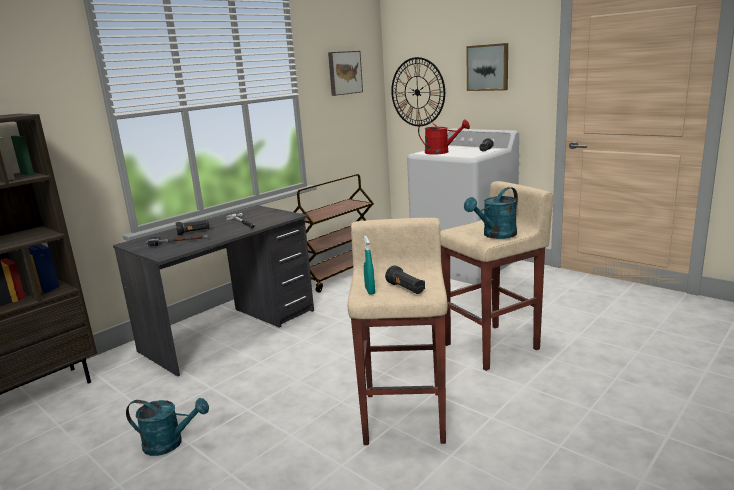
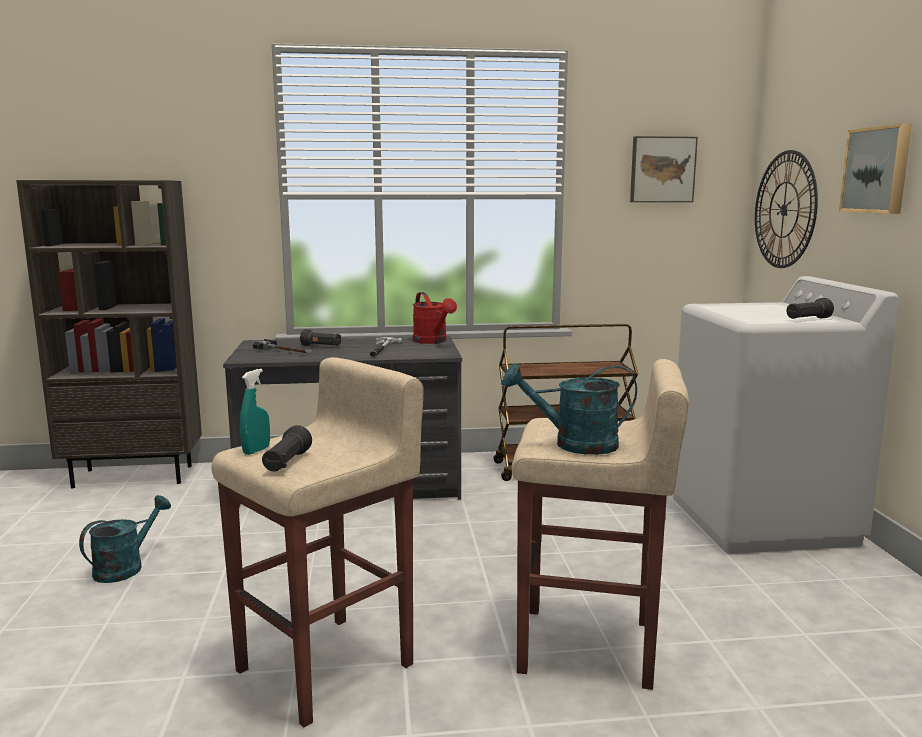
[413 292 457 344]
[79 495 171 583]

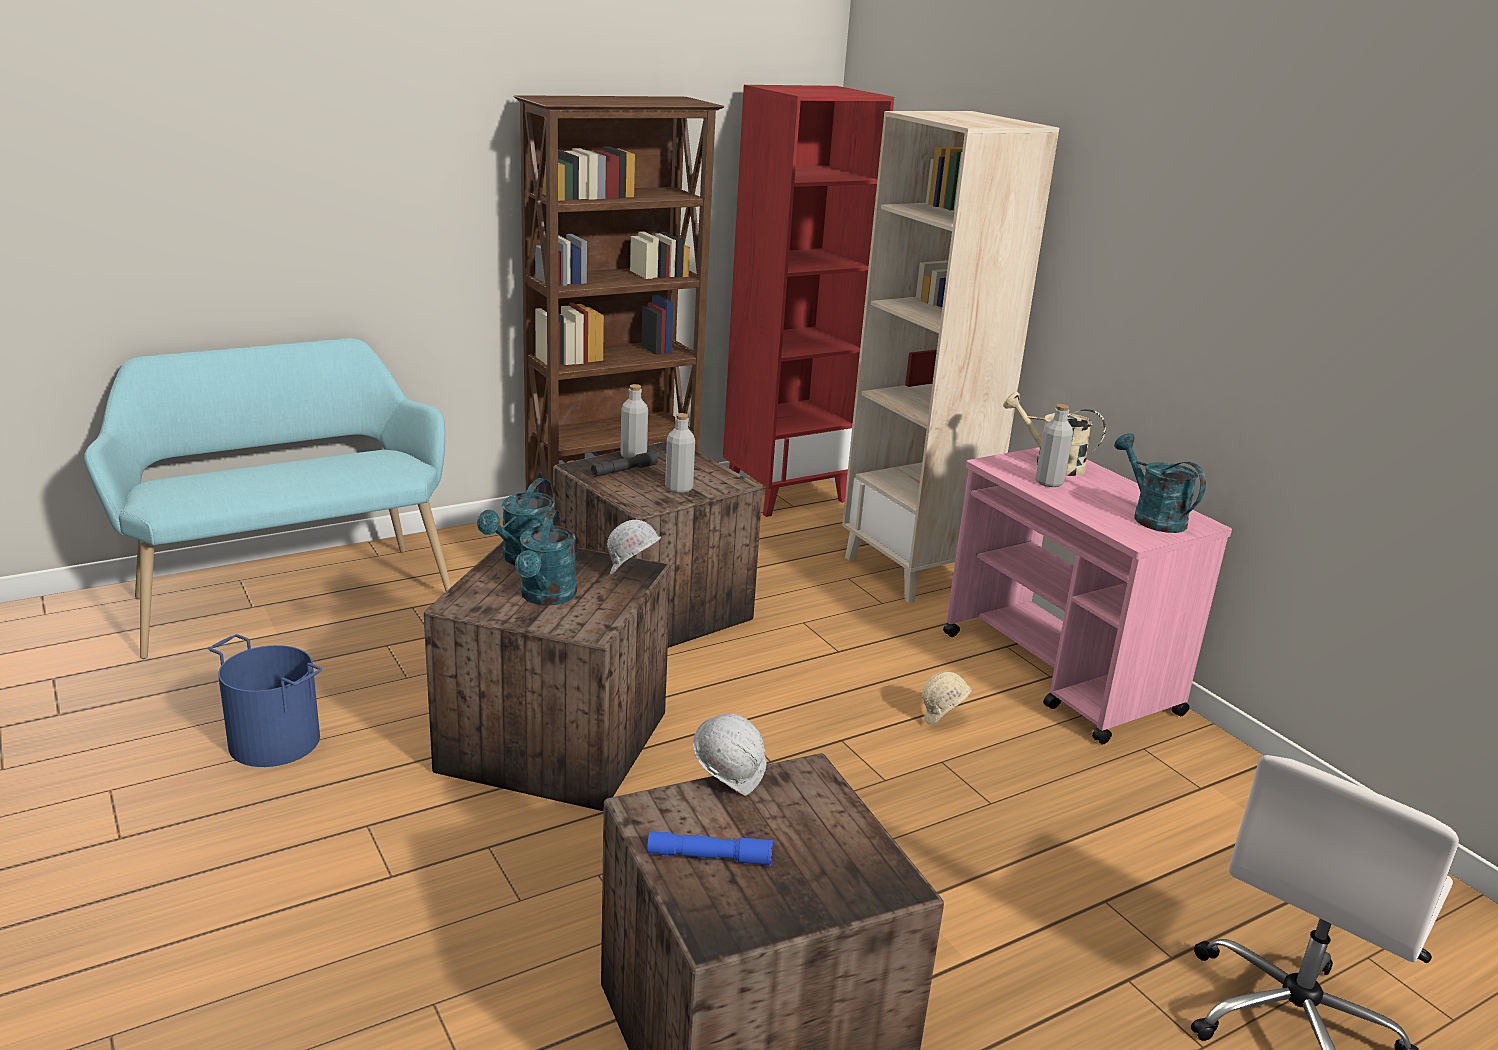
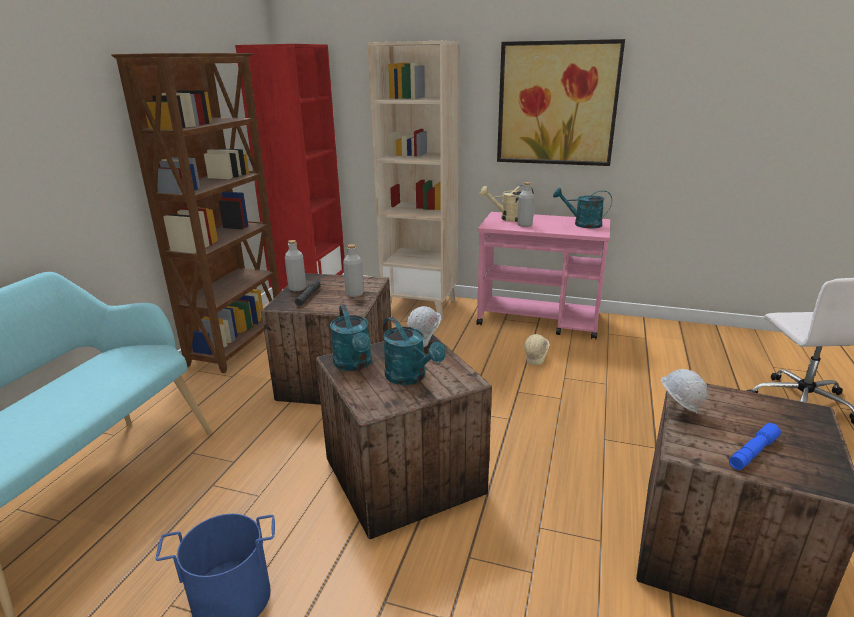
[497 39 625 166]

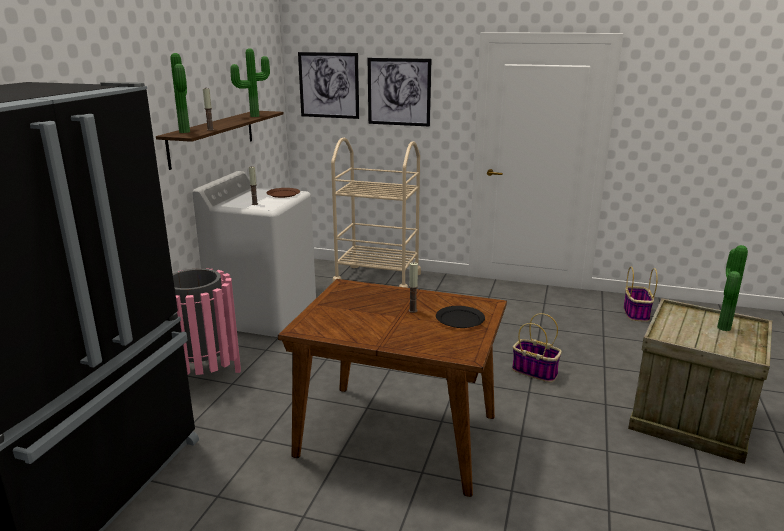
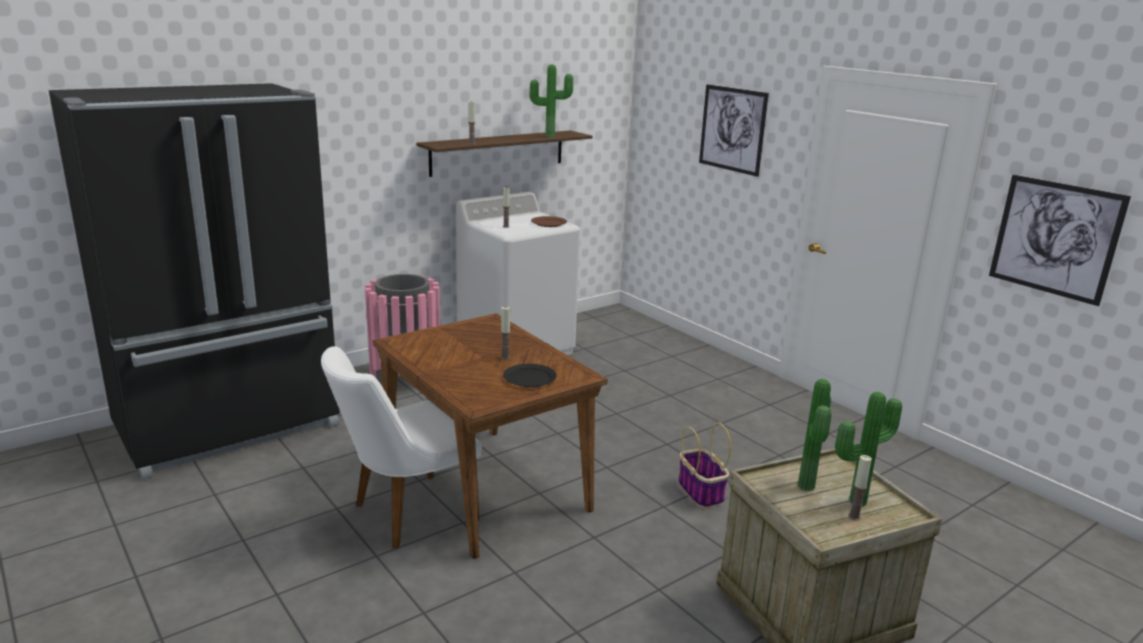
[331 138 421 288] (first image)
[624 267 658 322] (first image)
[321 346 482 549]
[848 455 872 521]
[798 379 831 491]
[989 175 1131 306]

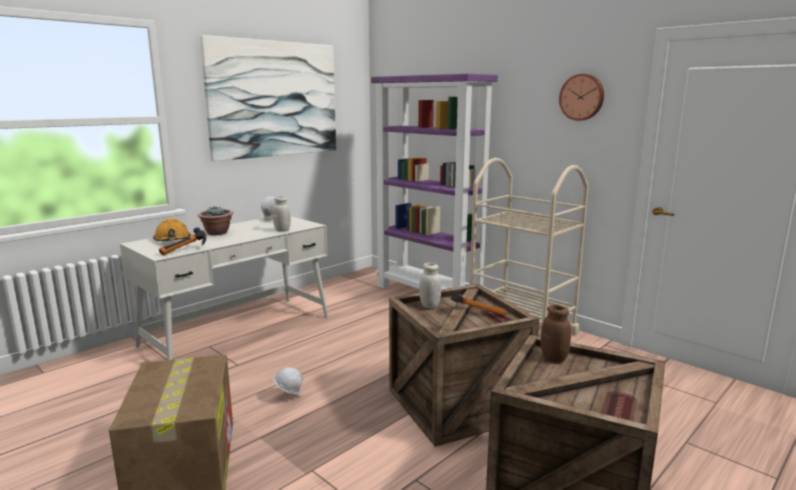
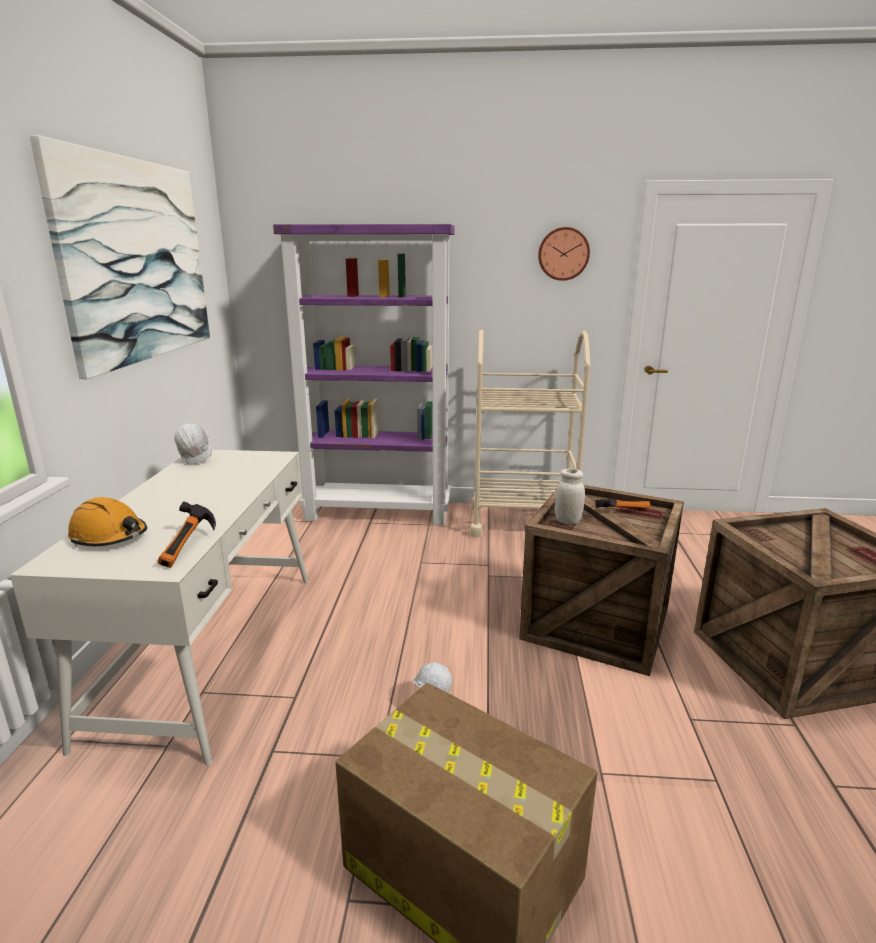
[198 207 233 235] (first image)
[273 197 291 232] (first image)
[541 305 571 362] (first image)

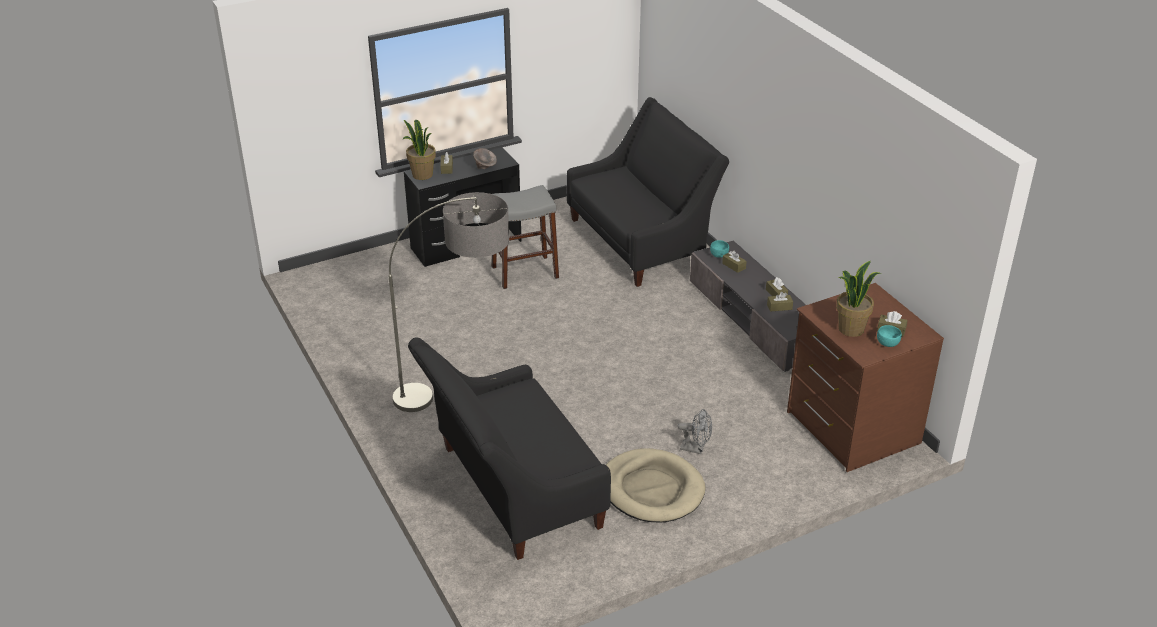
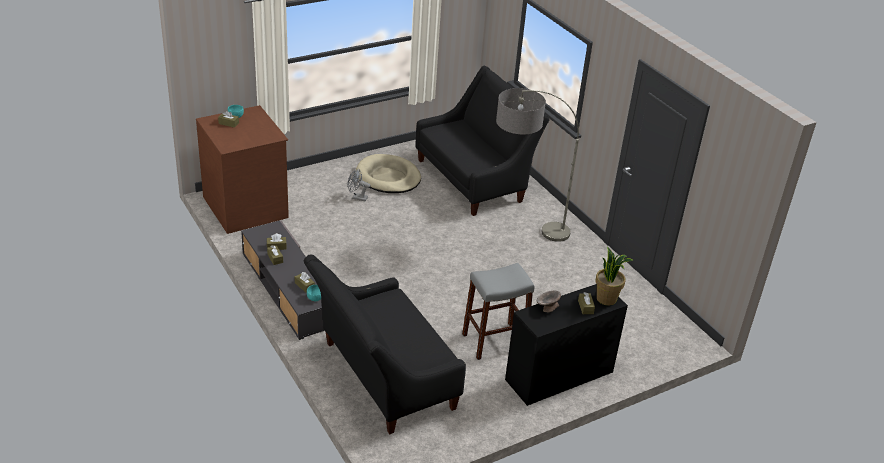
[836 261 881 337] (first image)

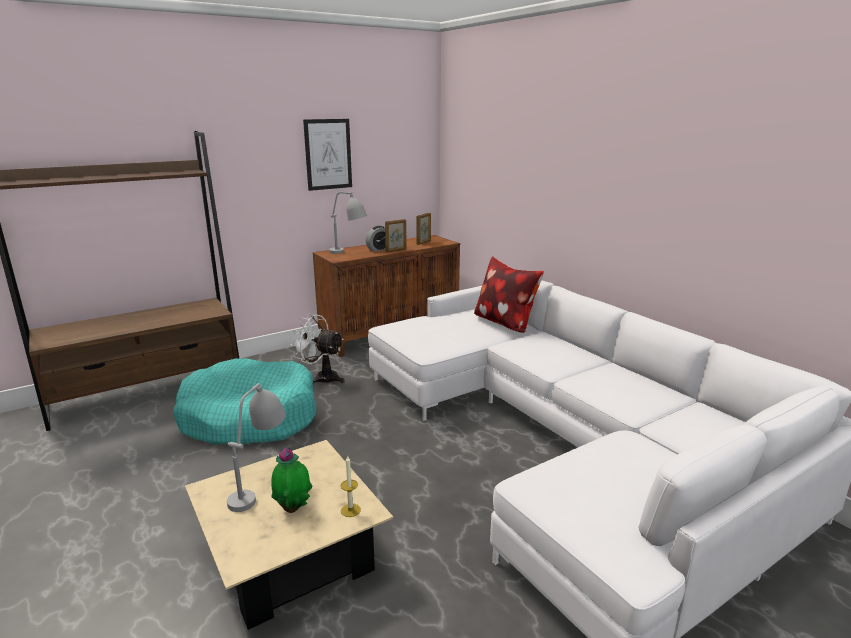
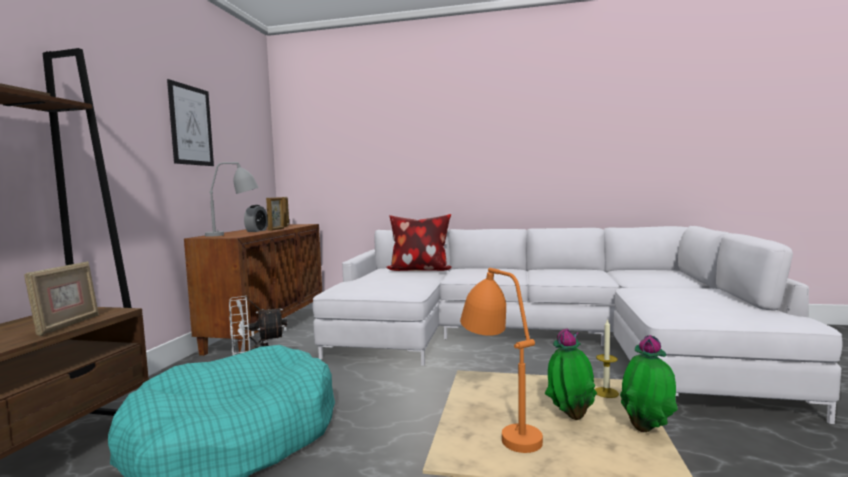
[24 261 99 337]
[620 335 678 432]
[460 268 543 453]

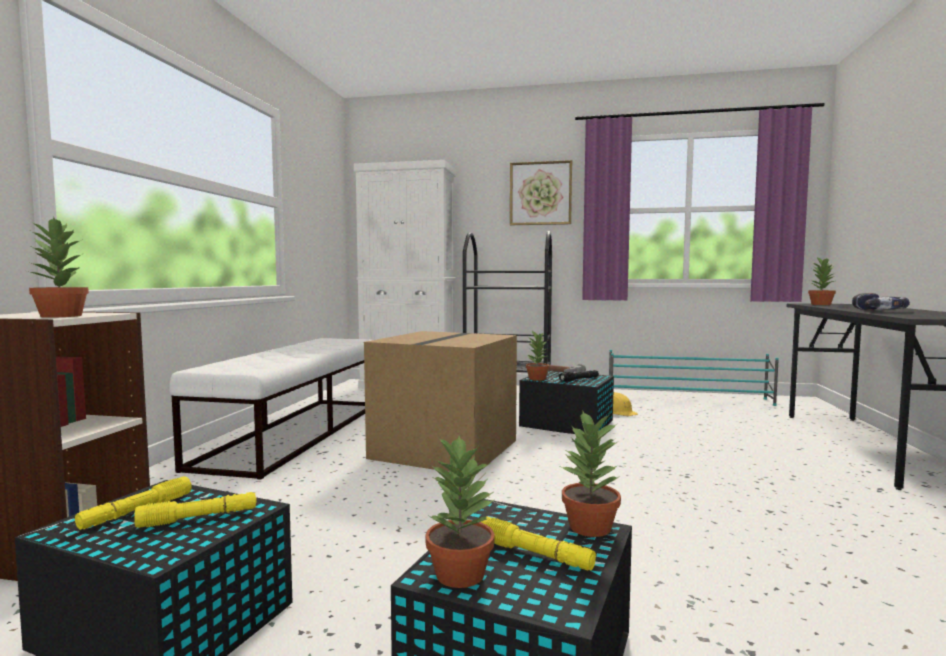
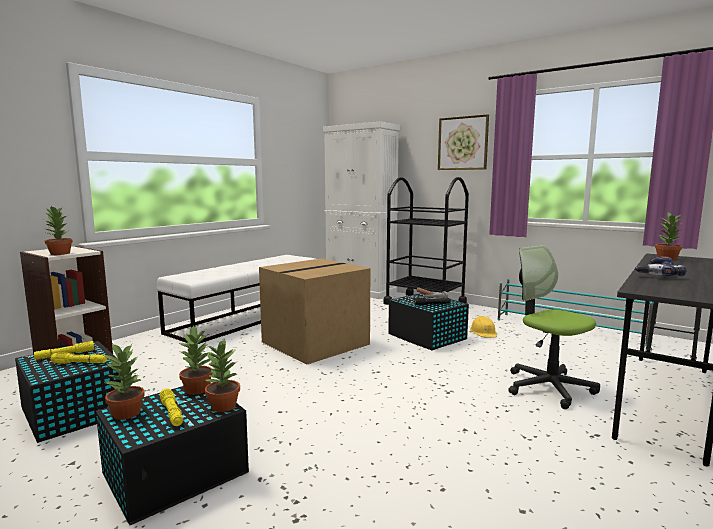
[508 245 600 409]
[179 325 213 395]

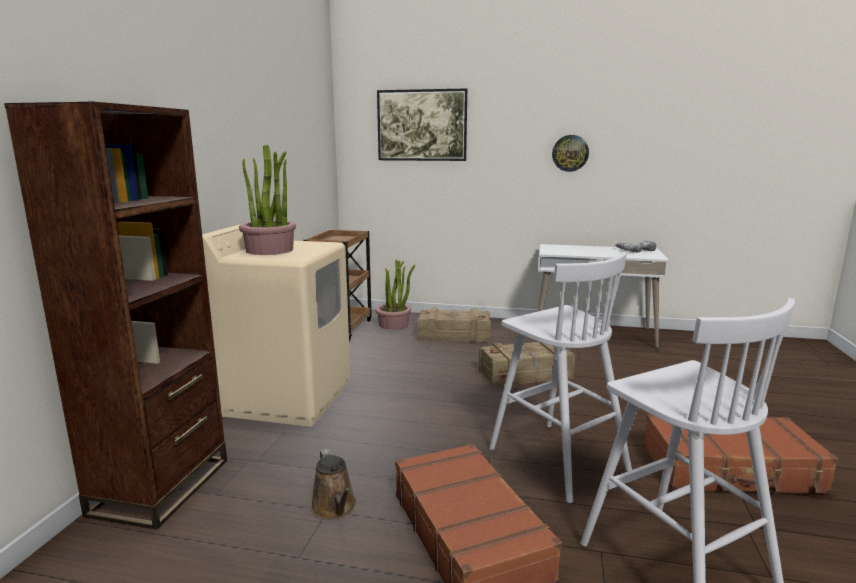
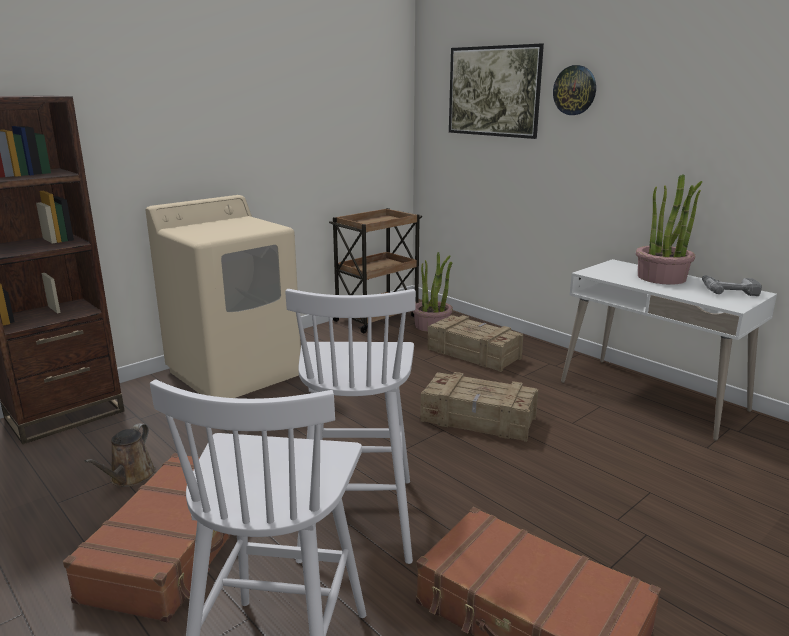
[636 174 702 285]
[553 65 596 115]

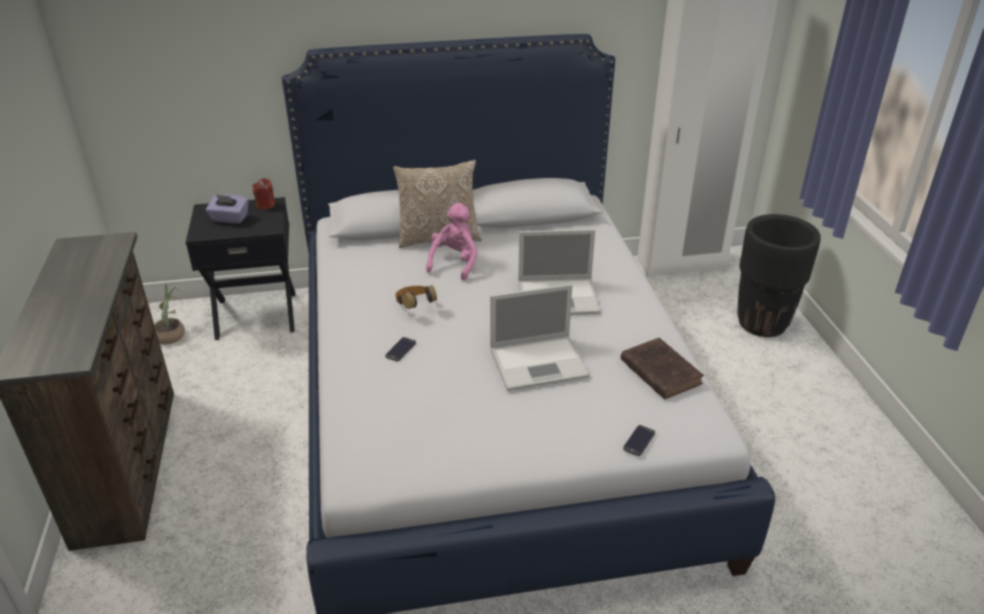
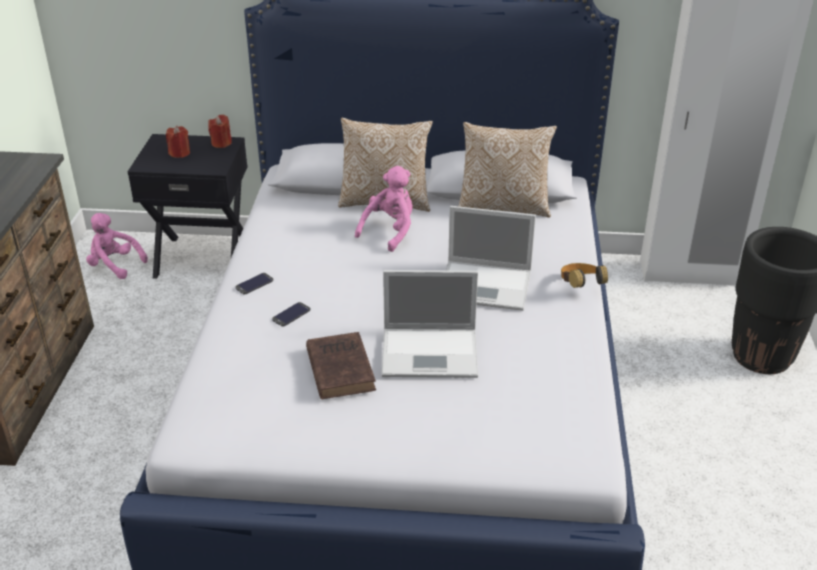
[458 122 557 218]
[561 263 608 288]
[306 332 376 399]
[235 273 273 294]
[86 213 148 279]
[166 126 190 158]

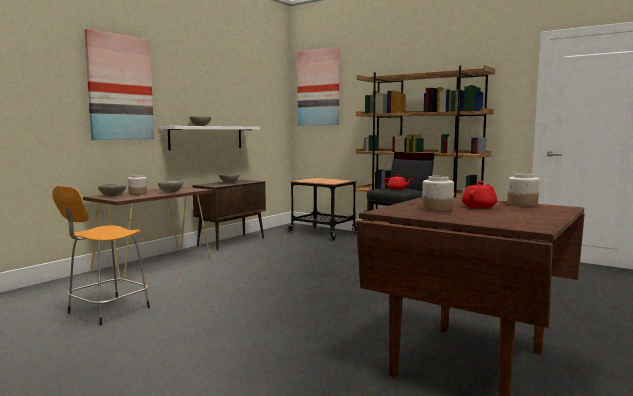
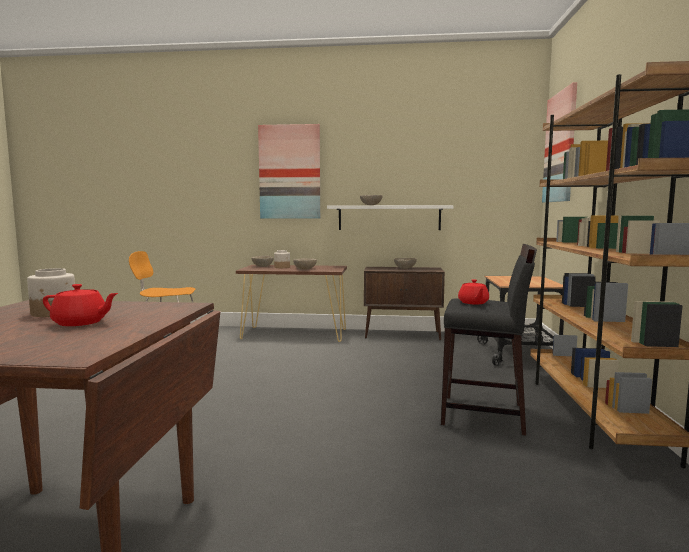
[507 173 540 207] (first image)

